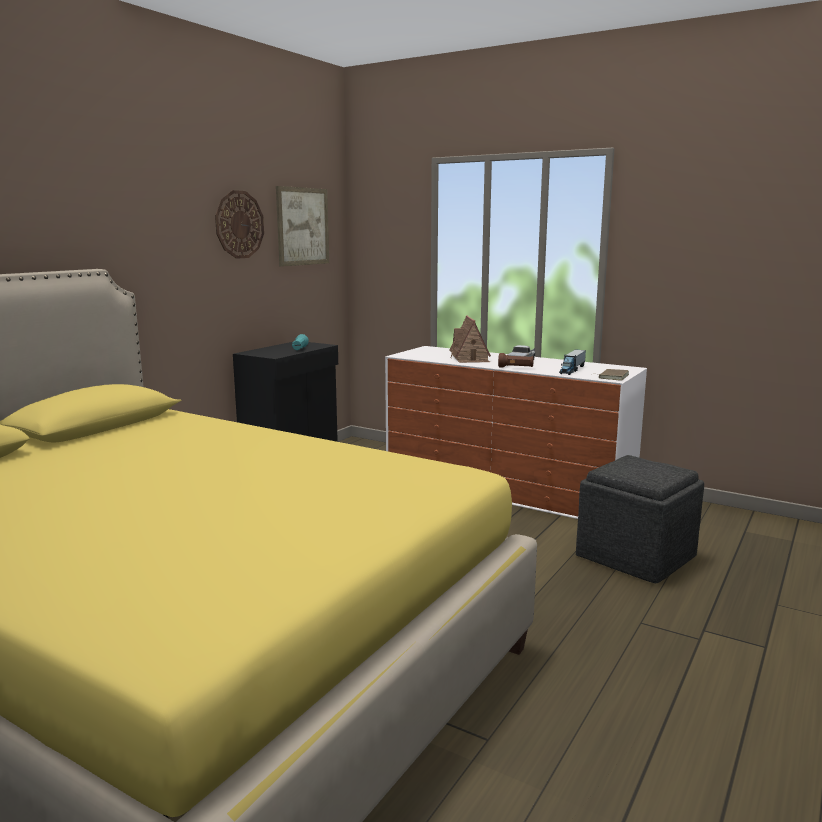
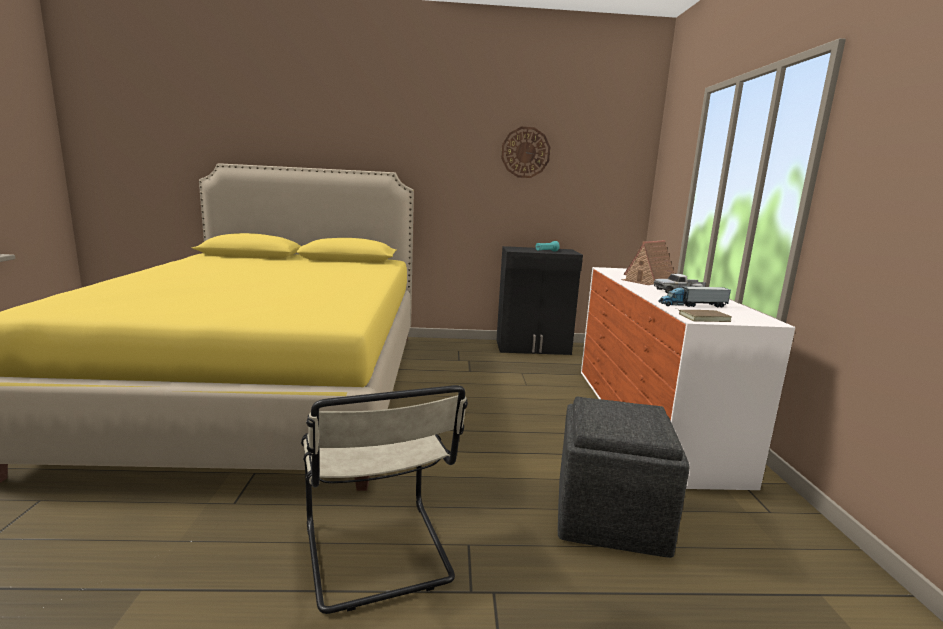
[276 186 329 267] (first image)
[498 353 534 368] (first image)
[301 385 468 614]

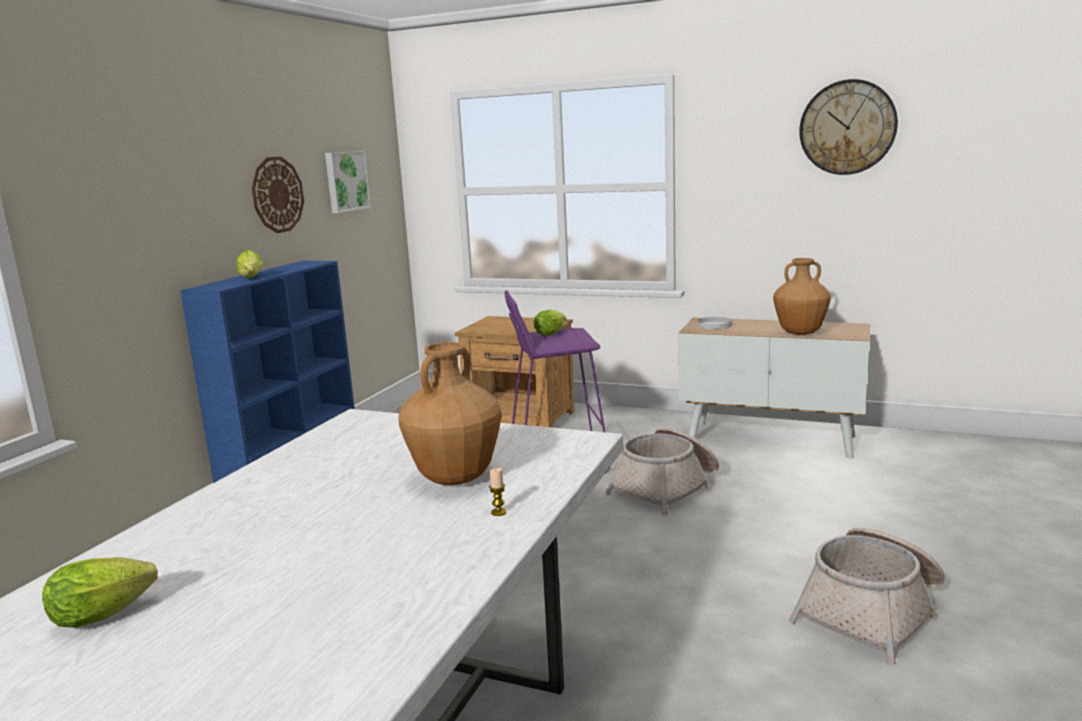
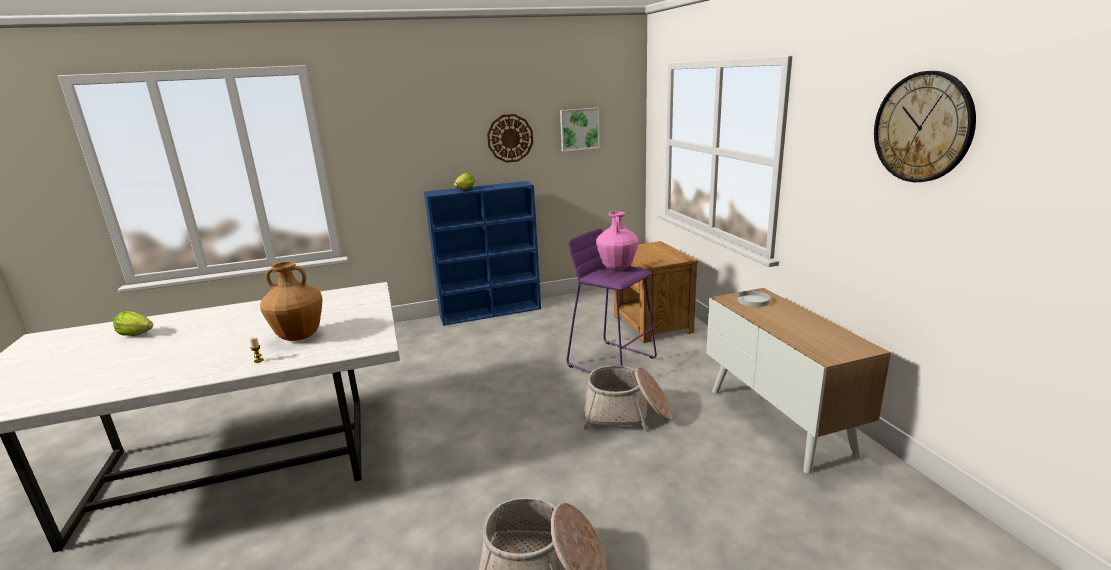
[773 258 831 335] (first image)
[596 211 639 270]

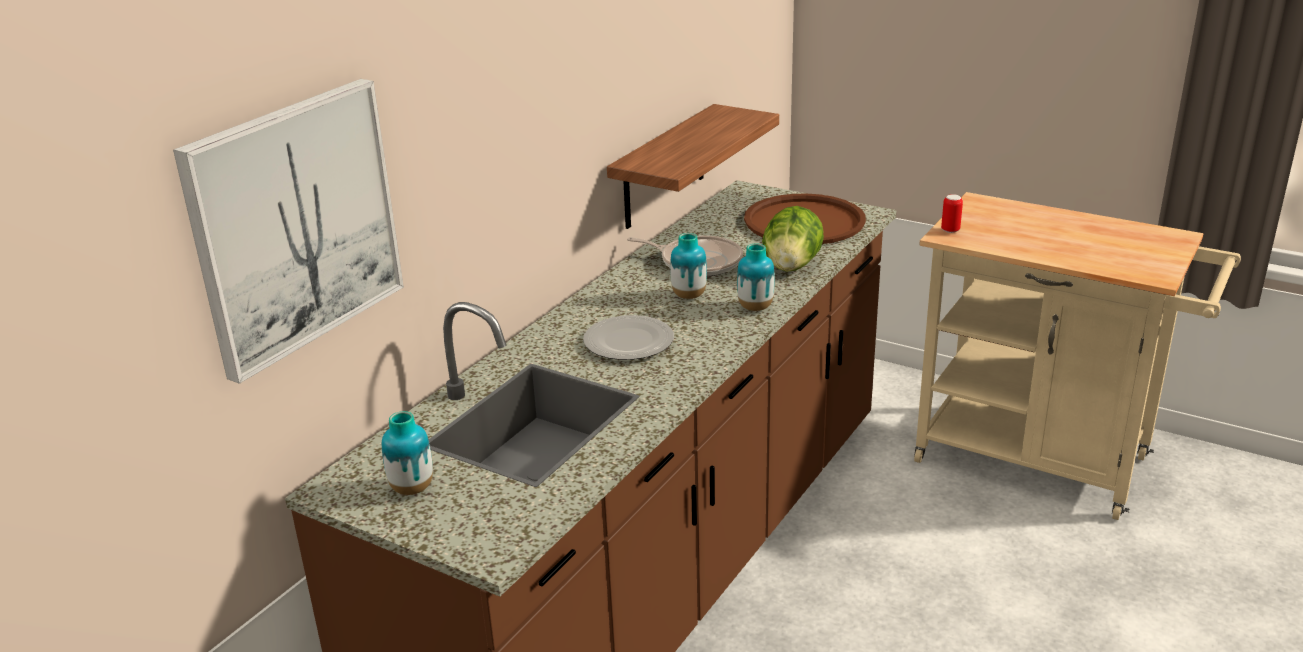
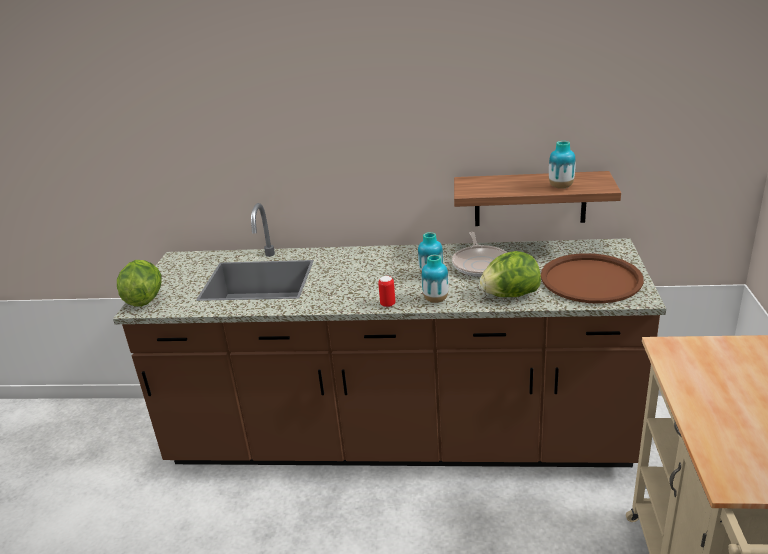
[173 79 404 384] (first image)
[583 315 674 360] (first image)
[117 260 162 307]
[549 141 576 189]
[378 276 396 307]

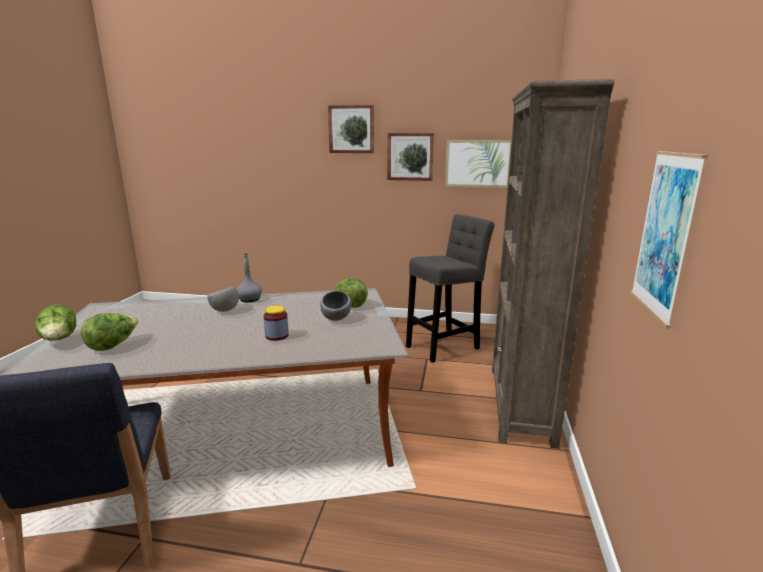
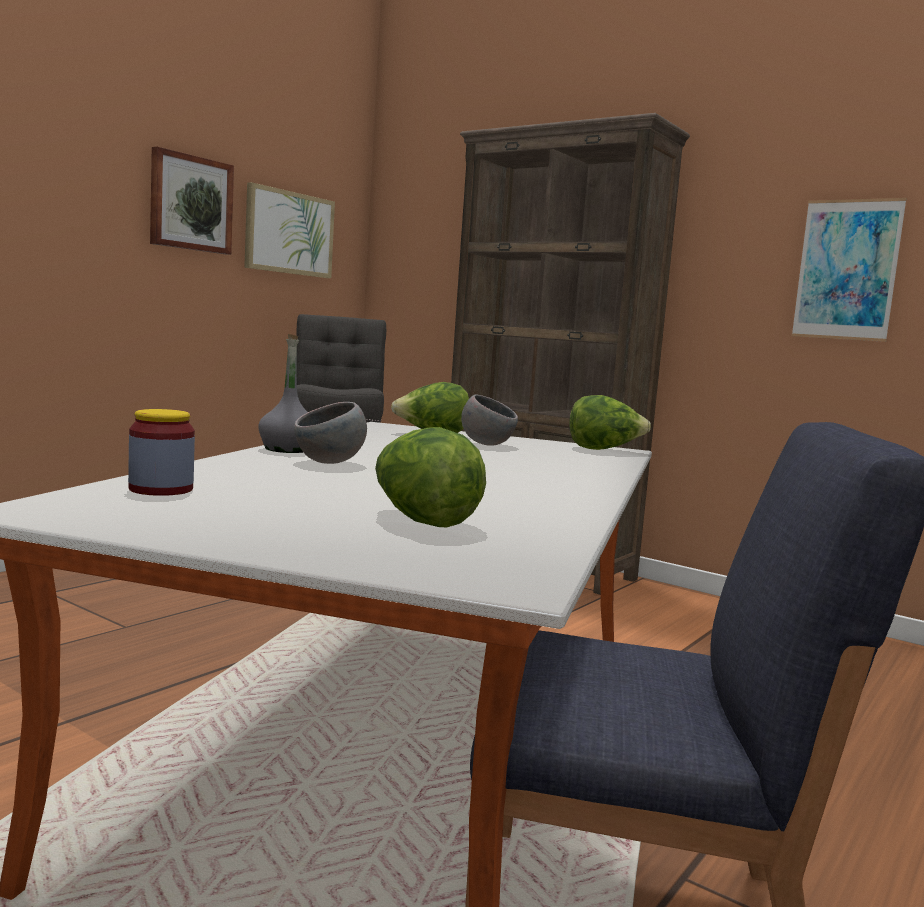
[328 105 374 153] (first image)
[569 395 651 450]
[128 409 195 496]

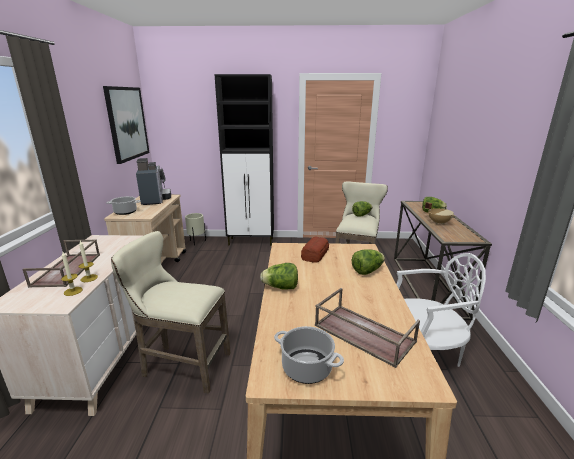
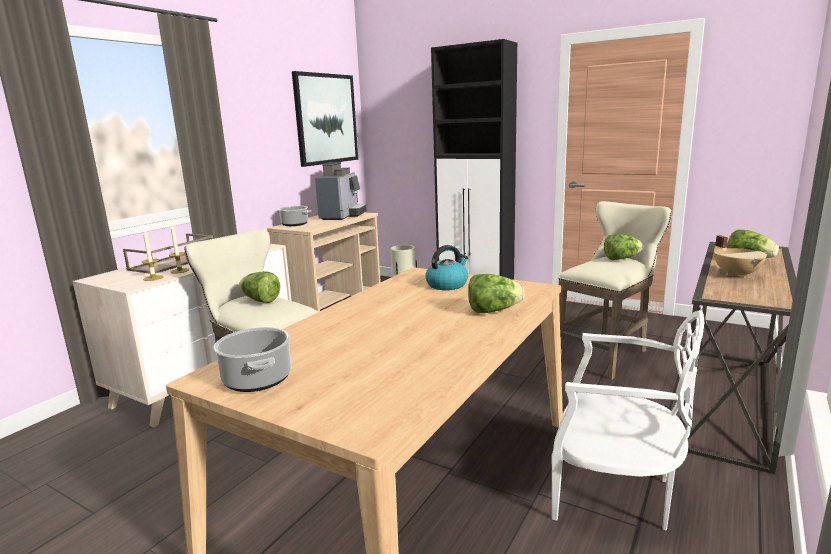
[315 288 420 368] (first image)
[239 271 280 303]
[425 245 468 290]

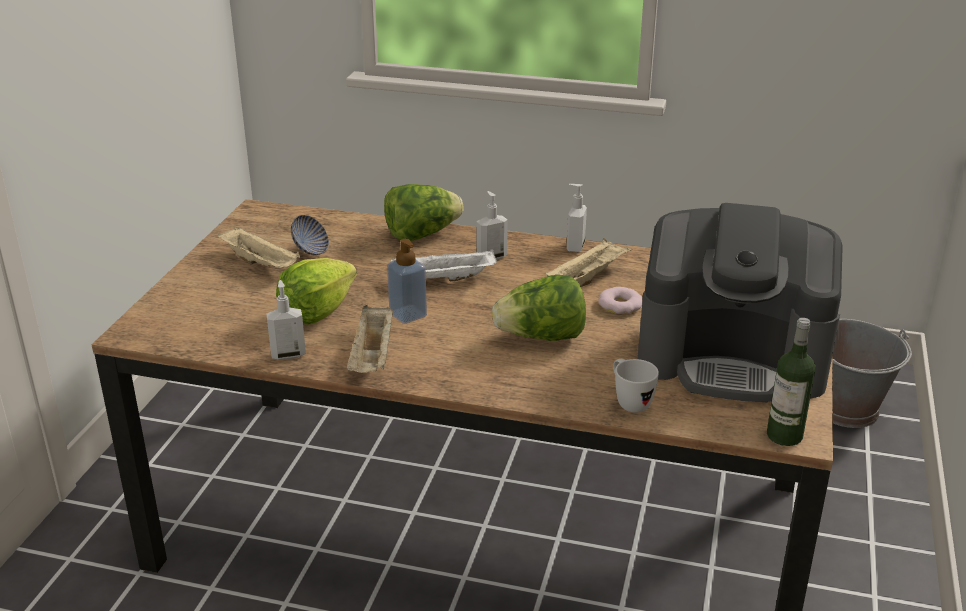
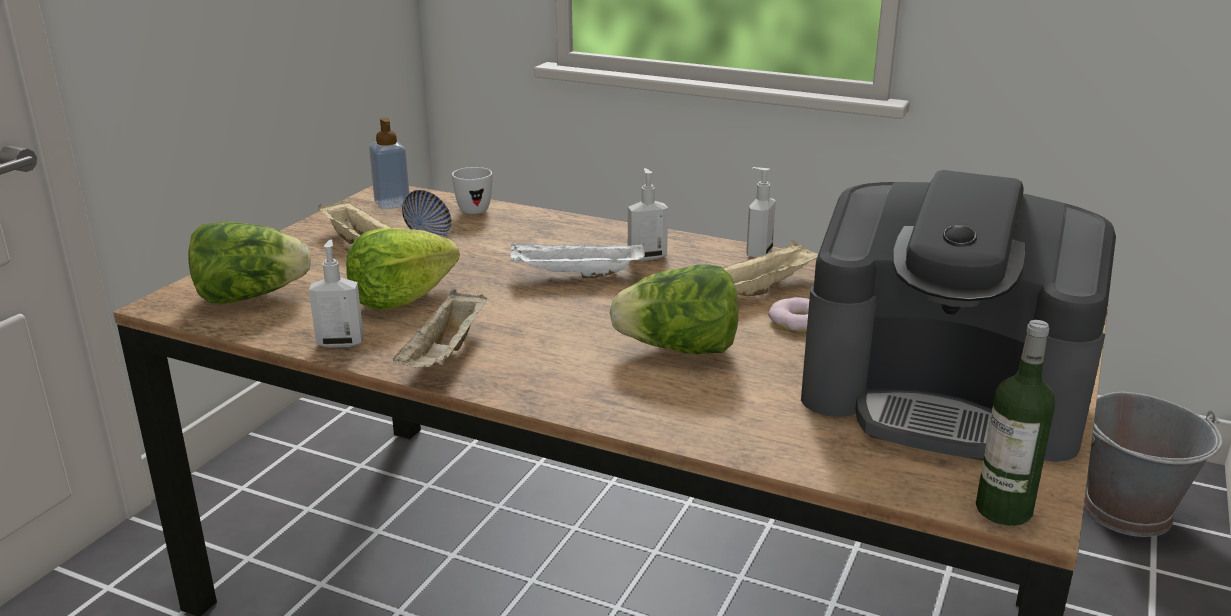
[188 222 311 304]
[369 117 410 209]
[452 167 492 214]

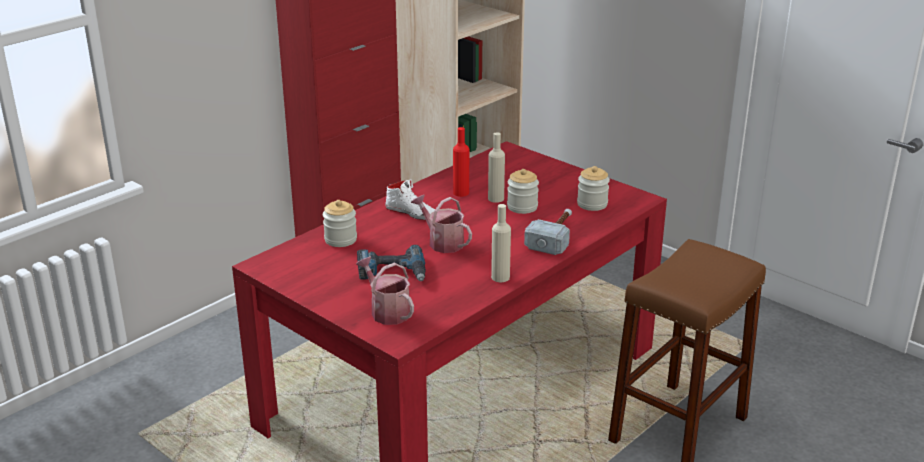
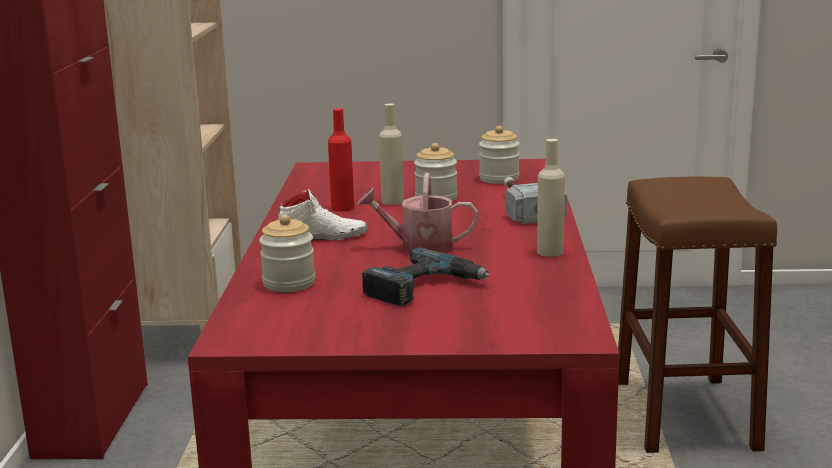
[356 257 414 325] (first image)

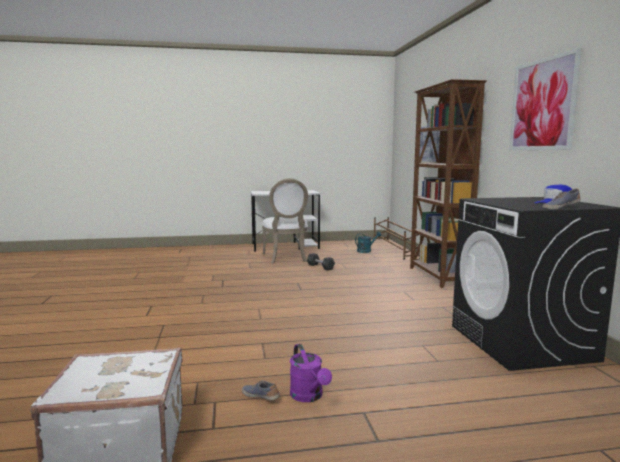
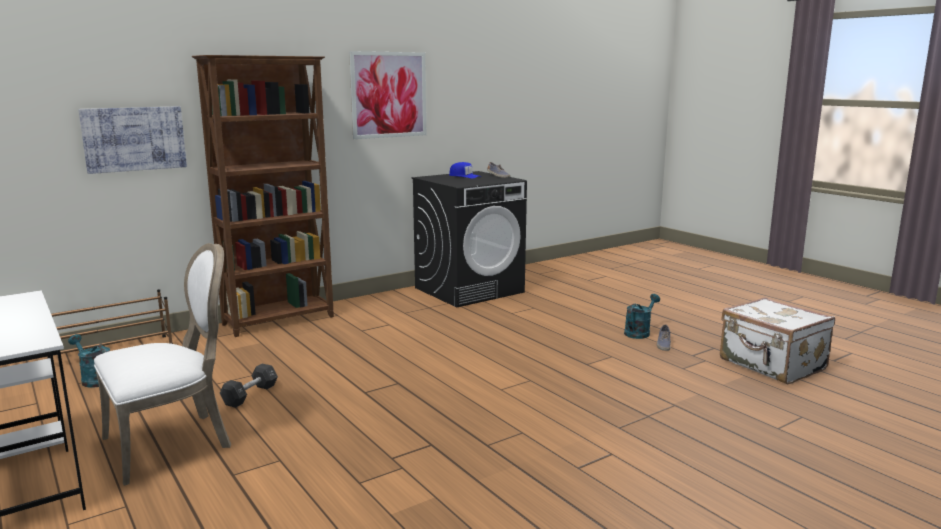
[624 294 660 339]

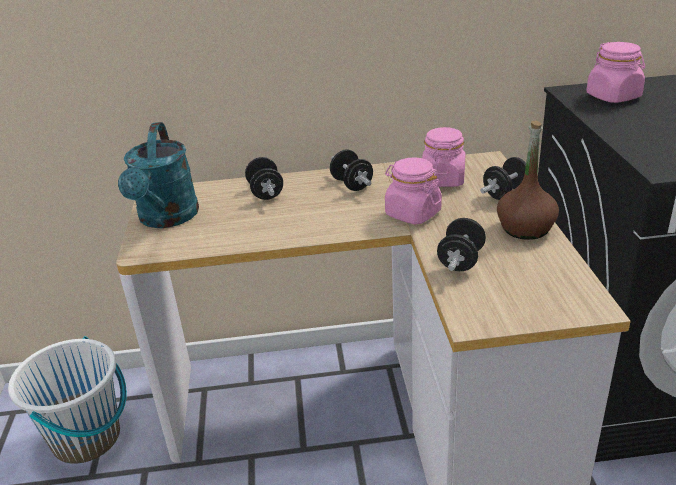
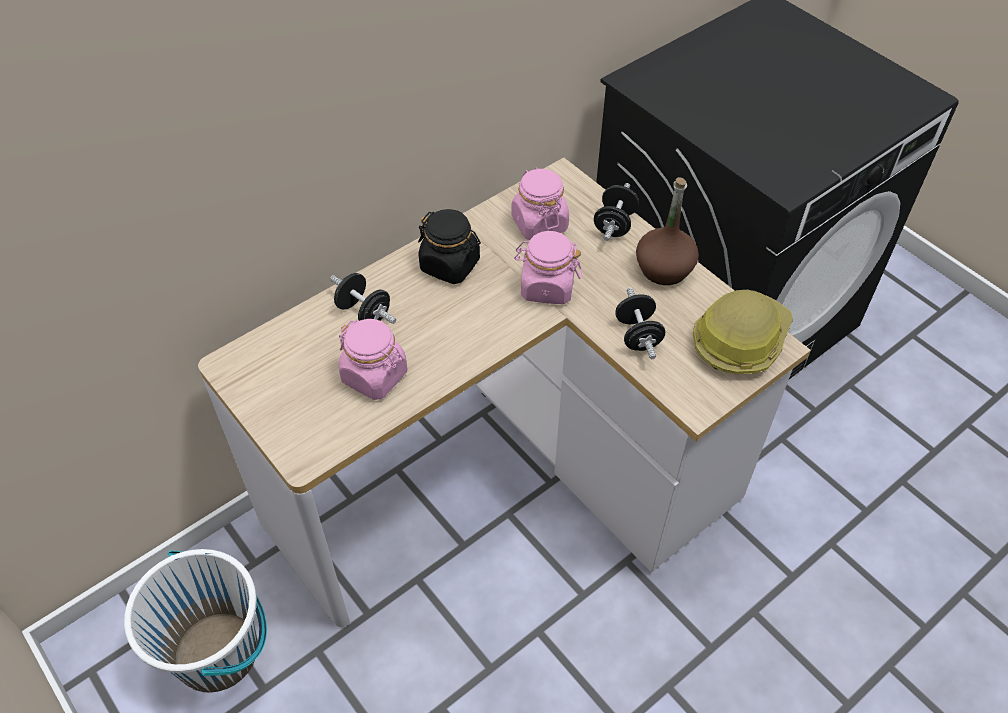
[118 122 199 228] (first image)
[693 290 793 374]
[338 319 408 400]
[418 209 481 284]

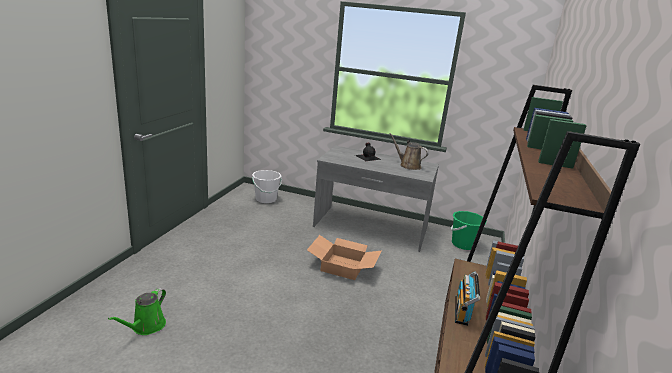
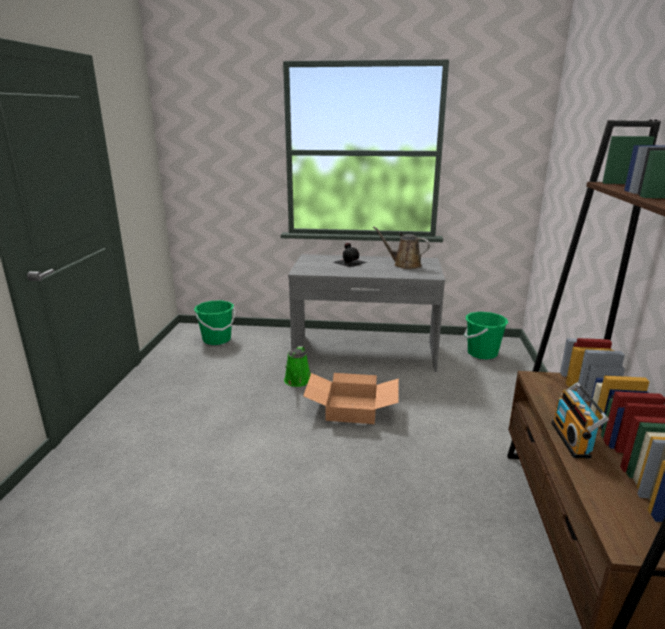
[284 346 311 387]
[194 300 235 345]

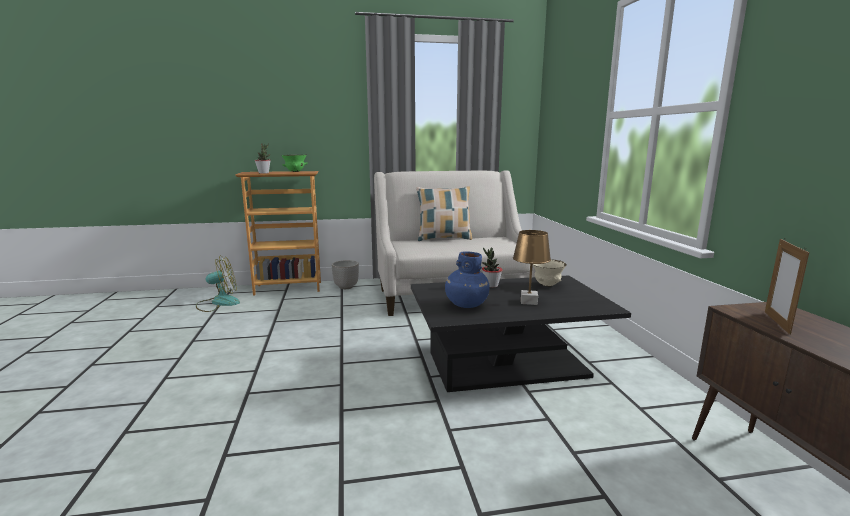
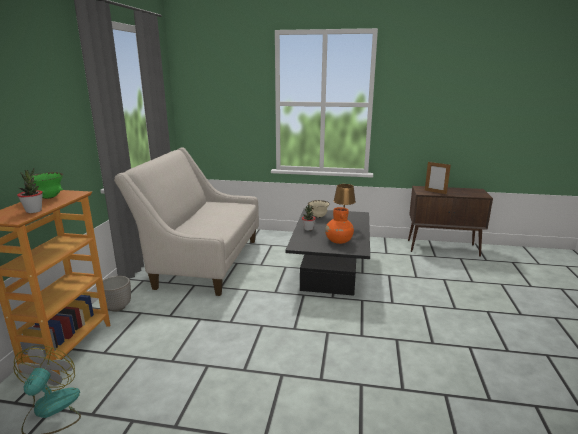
[416 186 472 241] (first image)
[325 207 354 244]

